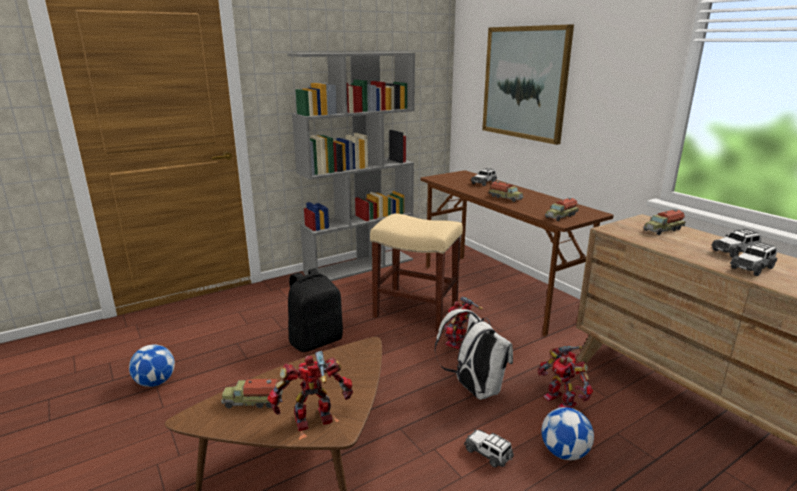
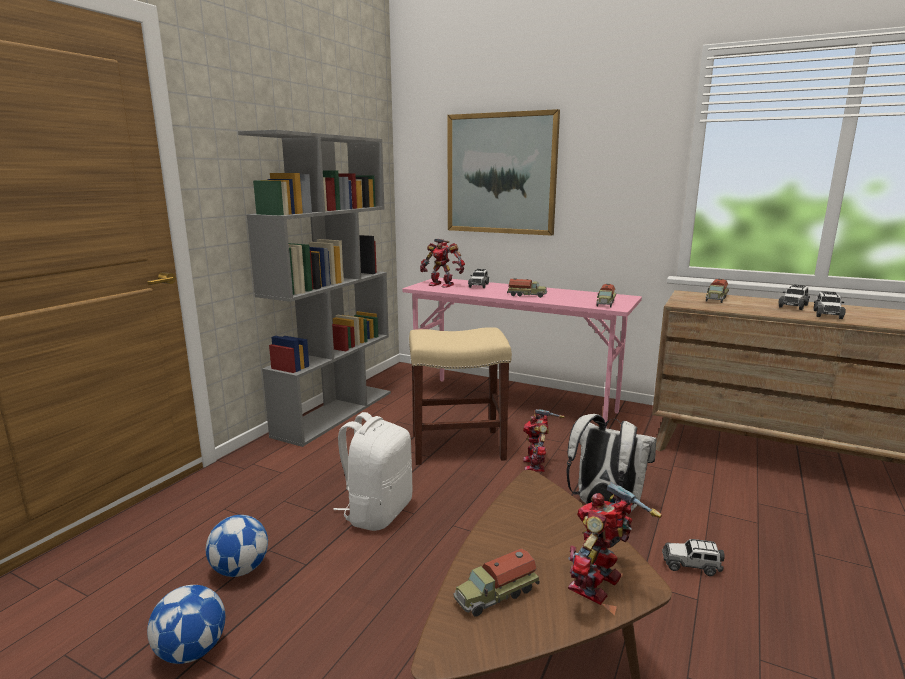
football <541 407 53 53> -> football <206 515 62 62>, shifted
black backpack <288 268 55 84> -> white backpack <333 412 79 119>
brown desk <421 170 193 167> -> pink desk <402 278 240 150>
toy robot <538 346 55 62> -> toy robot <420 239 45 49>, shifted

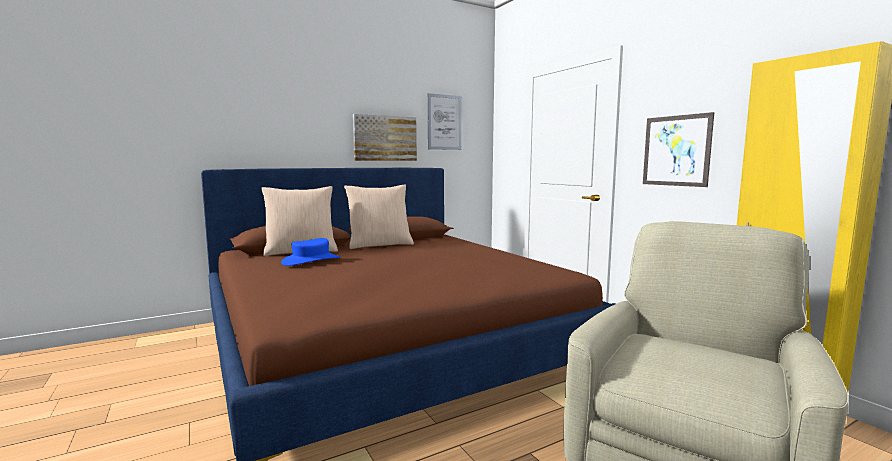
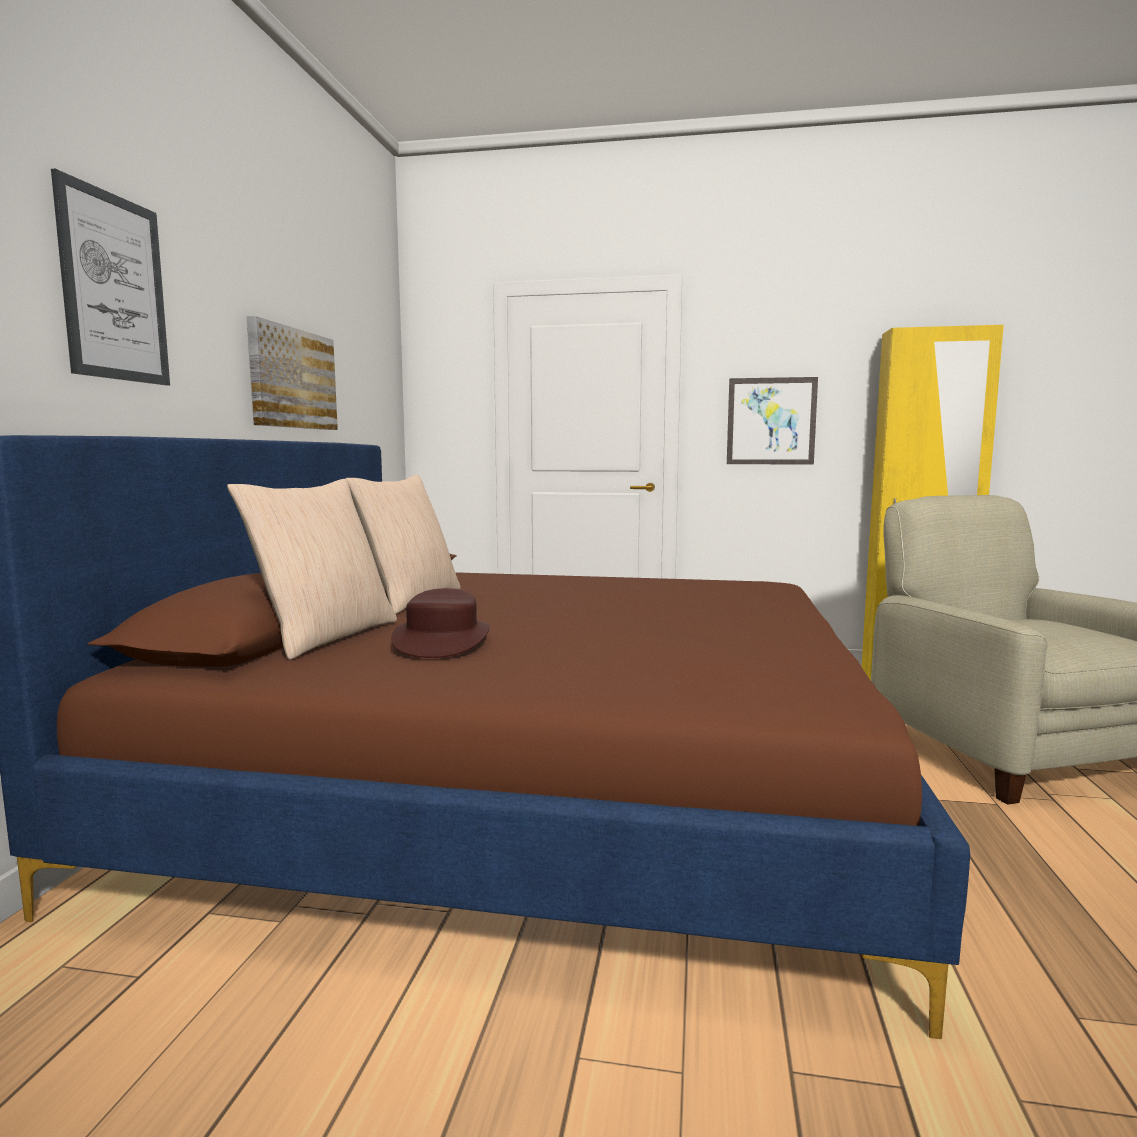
picture <428 93 34 57> -> picture <51 169 119 217>, shifted
blue hat <281 238 59 28> -> brown hat <391 588 99 70>

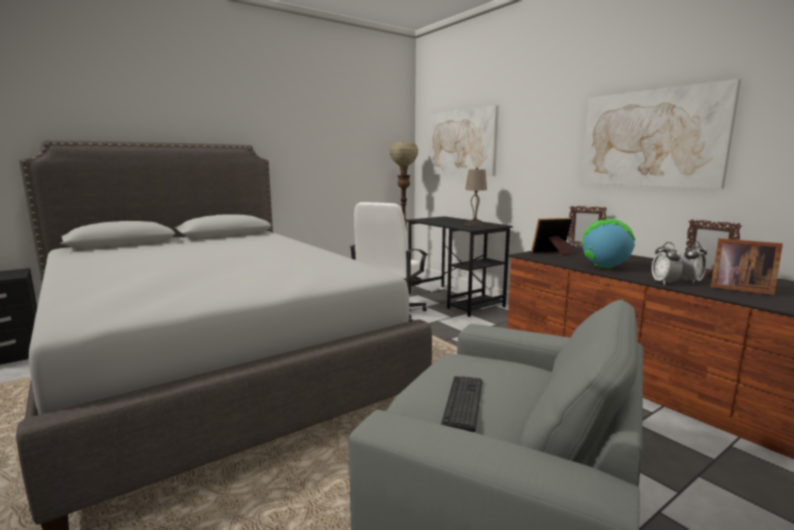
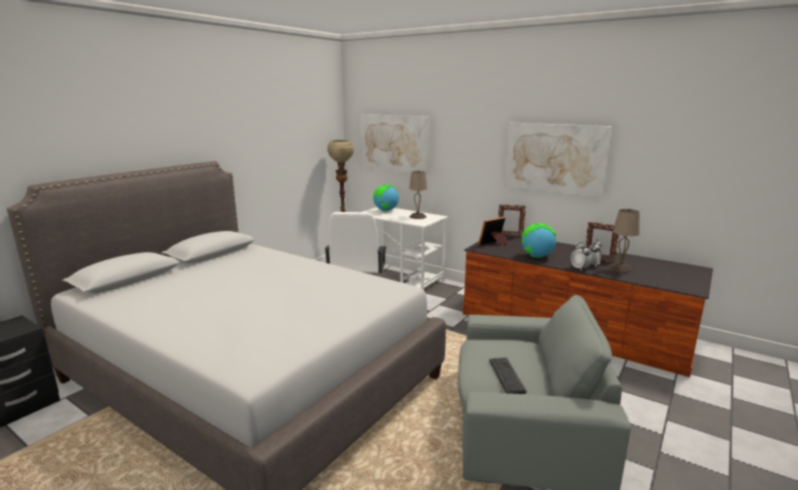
black desk <406 216 107 101> -> white desk <363 207 85 83>
none -> globe <373 185 26 26>
picture frame <711 238 72 57> -> beige table lamp <608 209 32 64>

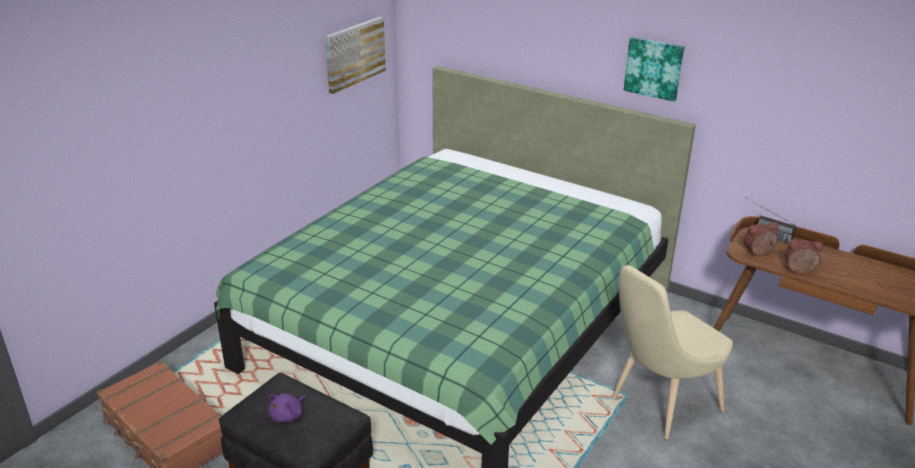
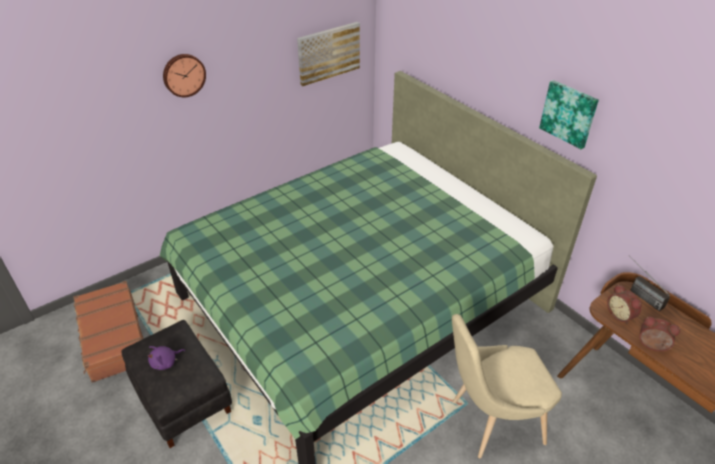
none -> wall clock <163 54 43 43>
alarm clock <743 222 35 34> -> alarm clock <607 284 35 40>, 120 degrees counterclockwise

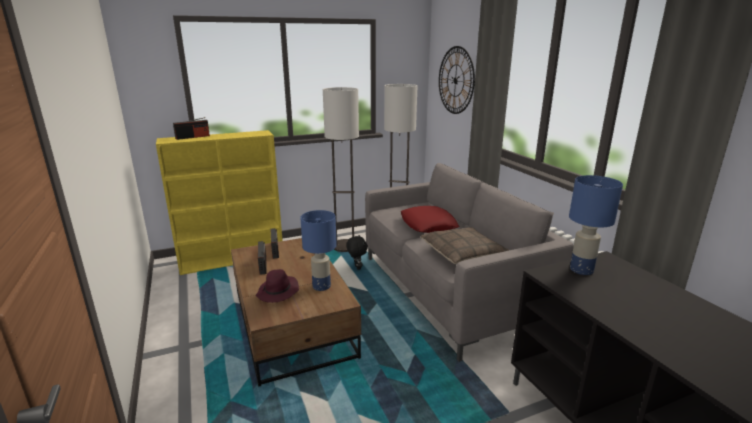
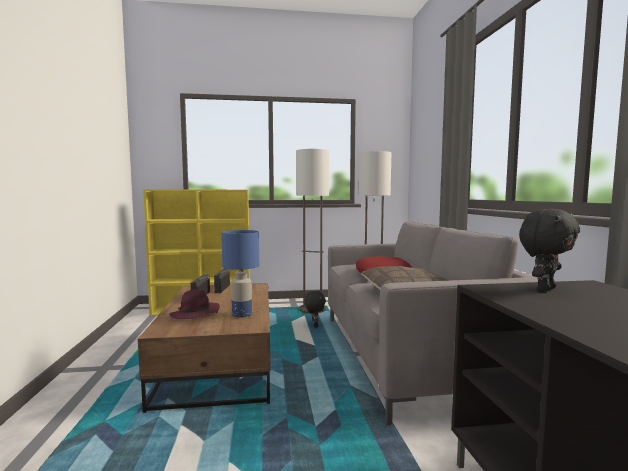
blue table lamp <569 175 54 100> -> black plush toy <519 209 61 83>
radio <173 117 37 23> -> none
wall clock <439 46 36 68> -> none

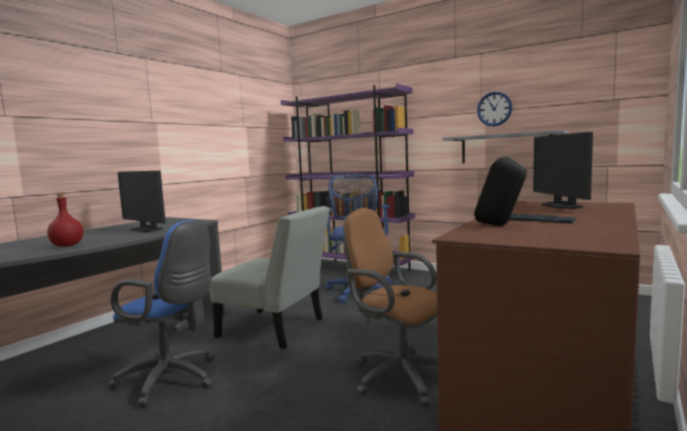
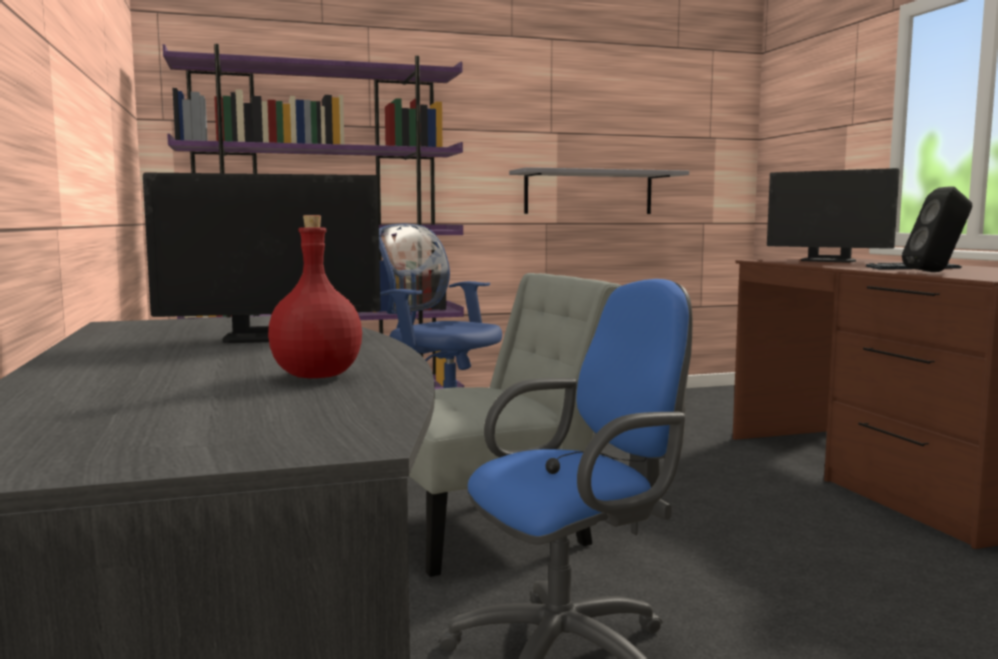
brown office chair <343 208 95 199> -> none
wall clock <477 92 35 34> -> none

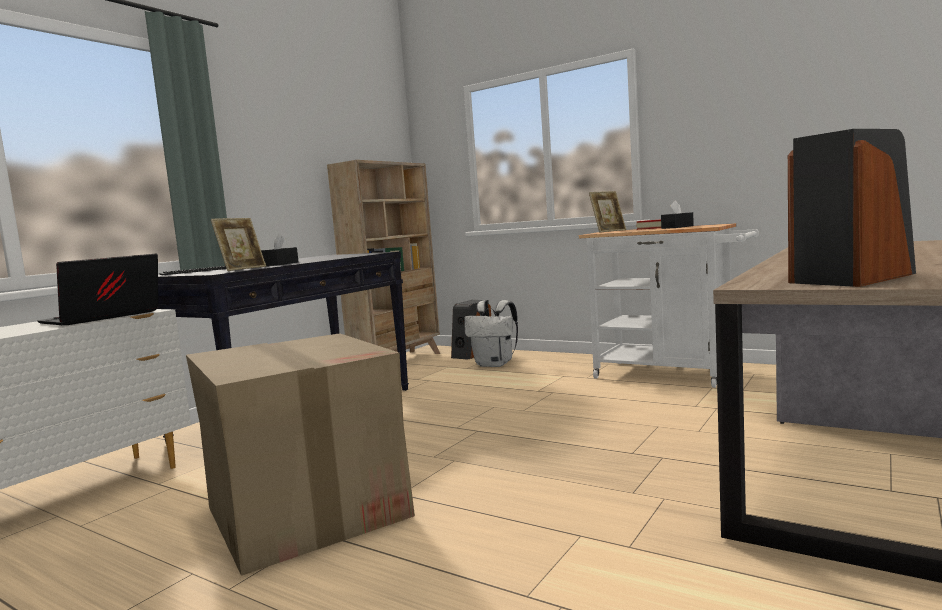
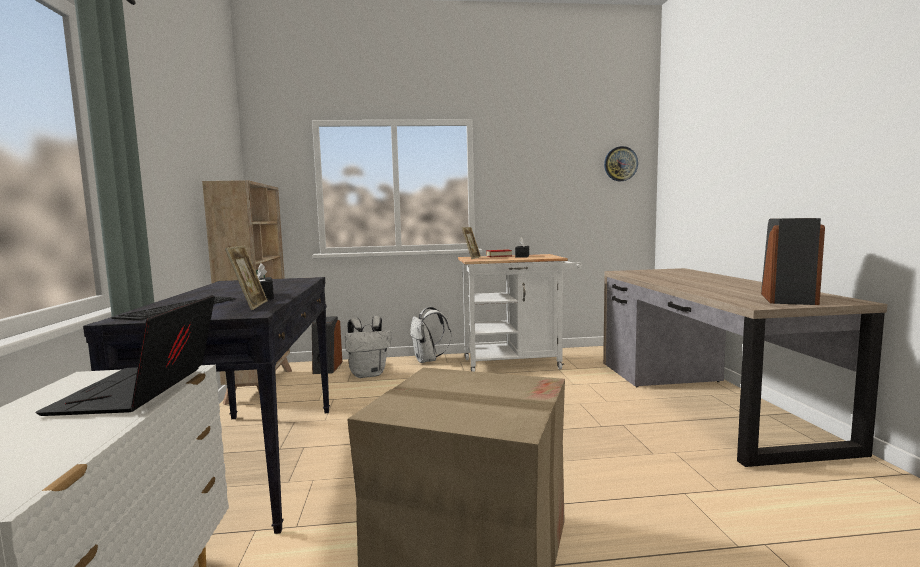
none -> white backpack <410 307 41 56>
none -> wall clock <604 146 34 35>

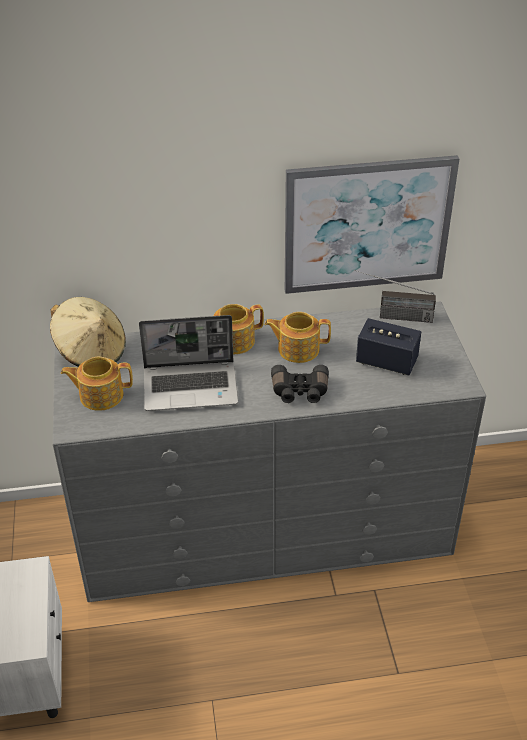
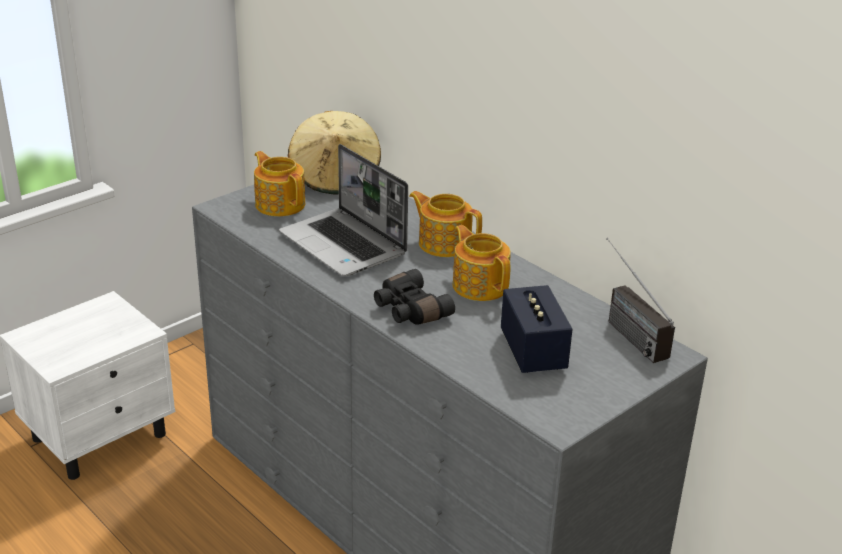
picture <285 155 175 139> -> none

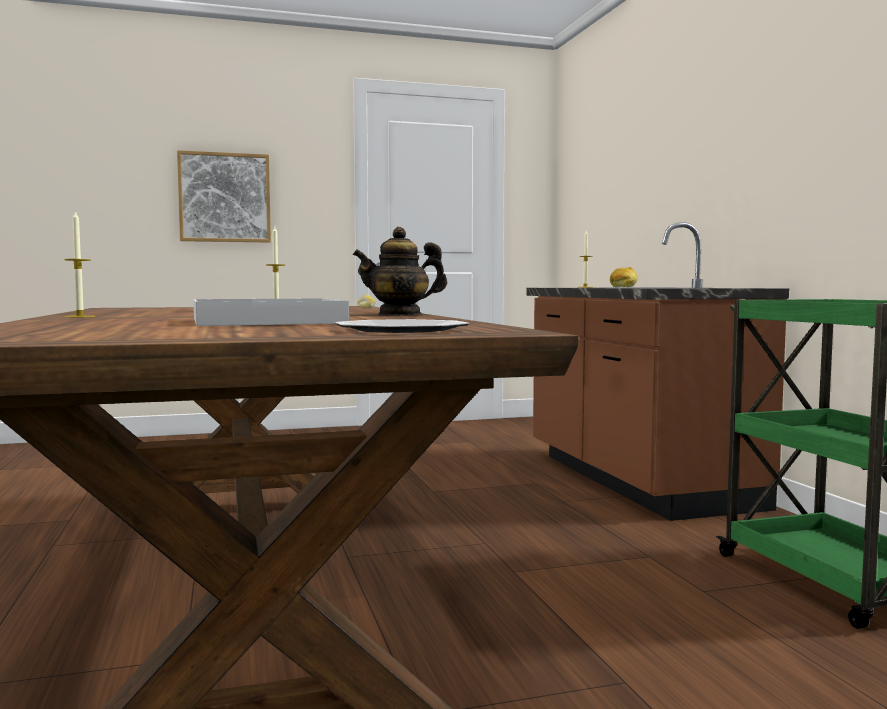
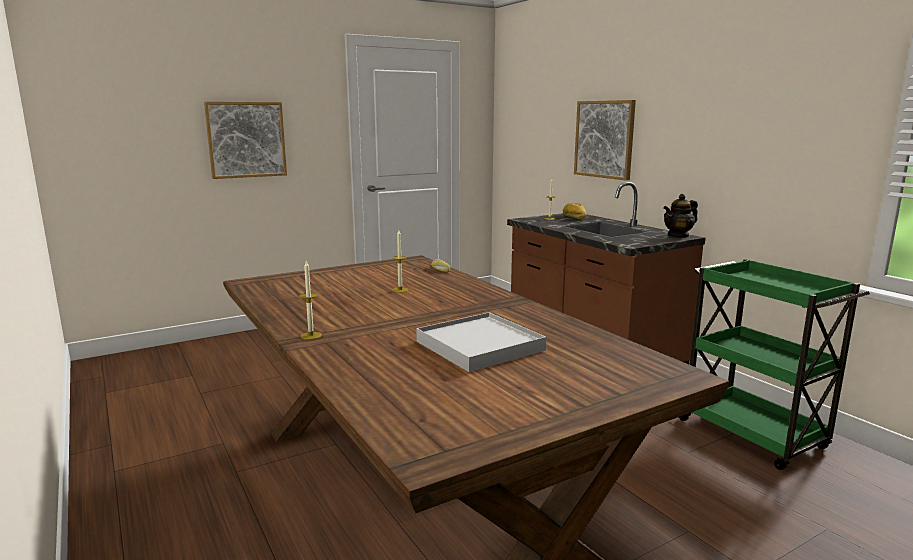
none -> picture <574 100 62 81>
teapot <353 227 94 88> -> teapot <663 194 35 44>, shifted
plate <335 319 134 14> -> none

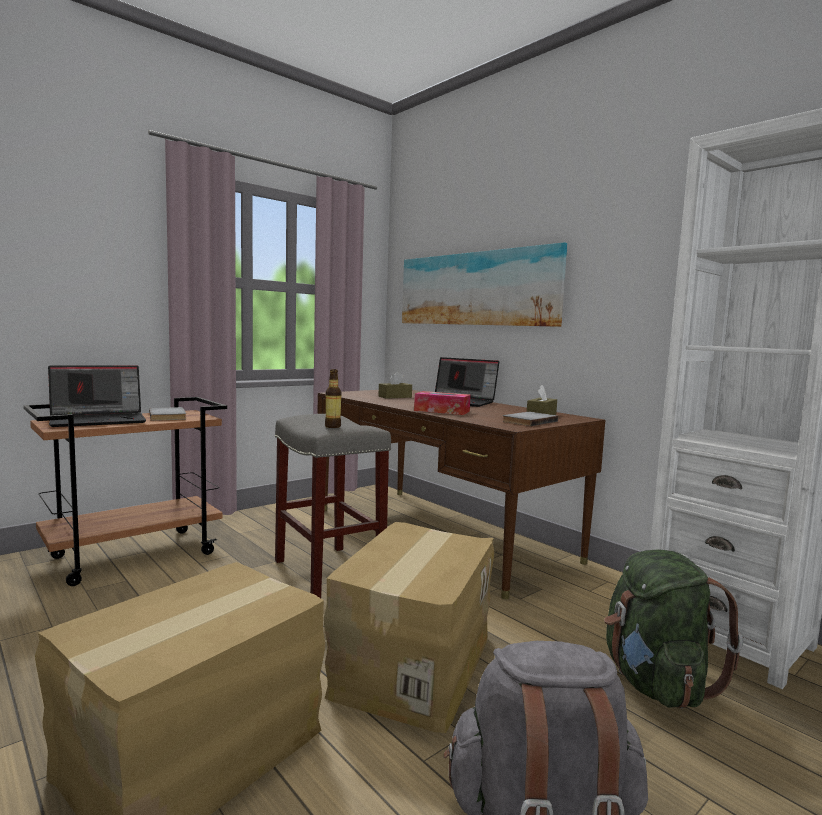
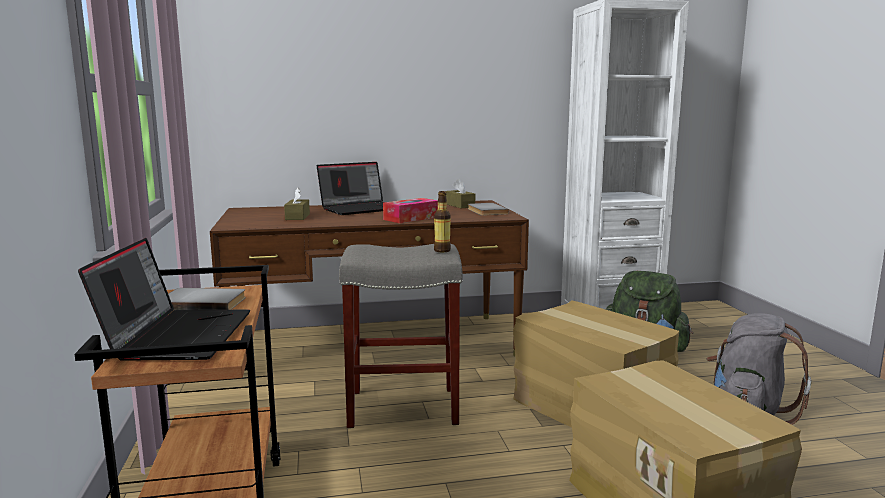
picture <402 242 165 85> -> none

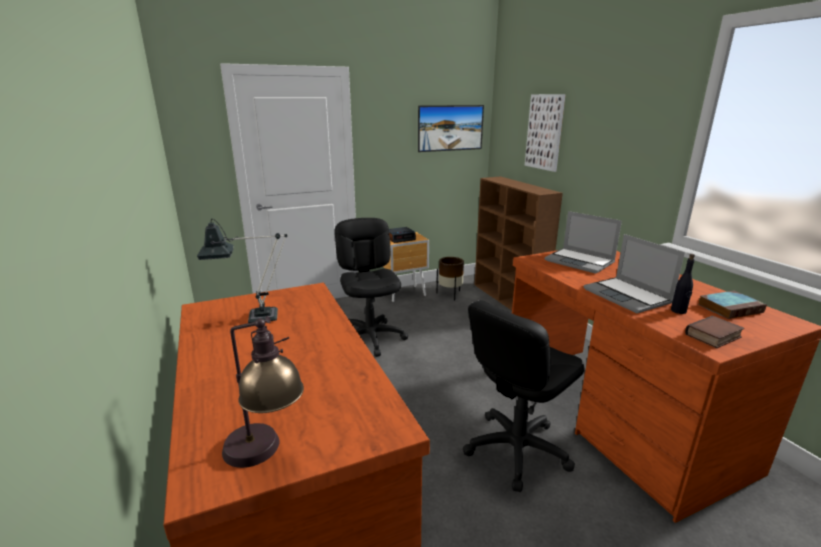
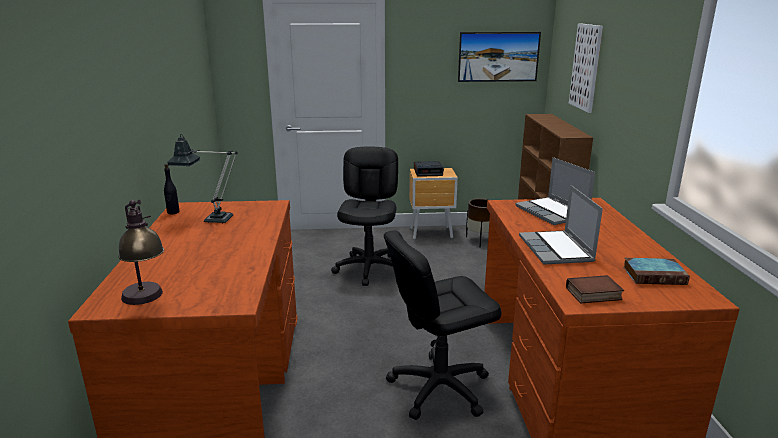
black bottle <671 254 24 60> -> black bottle <164 164 16 50>, shifted

